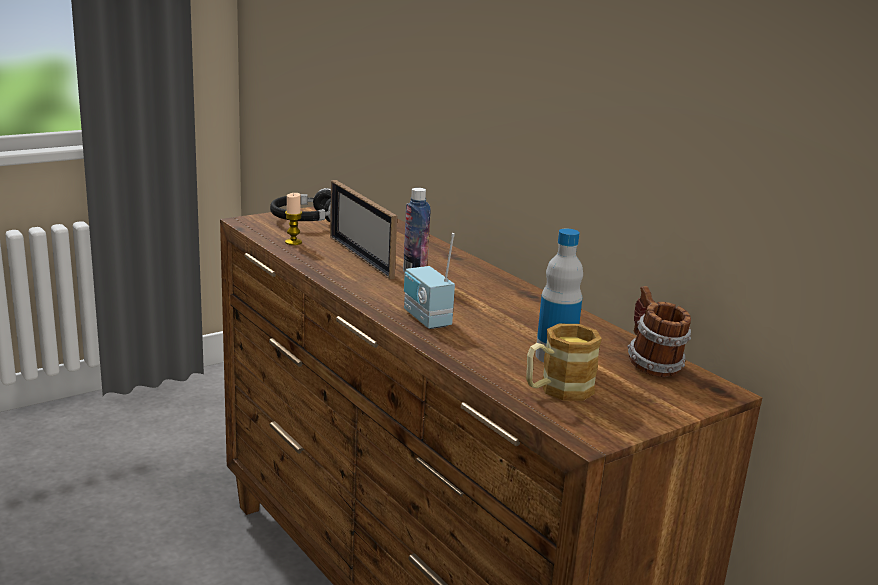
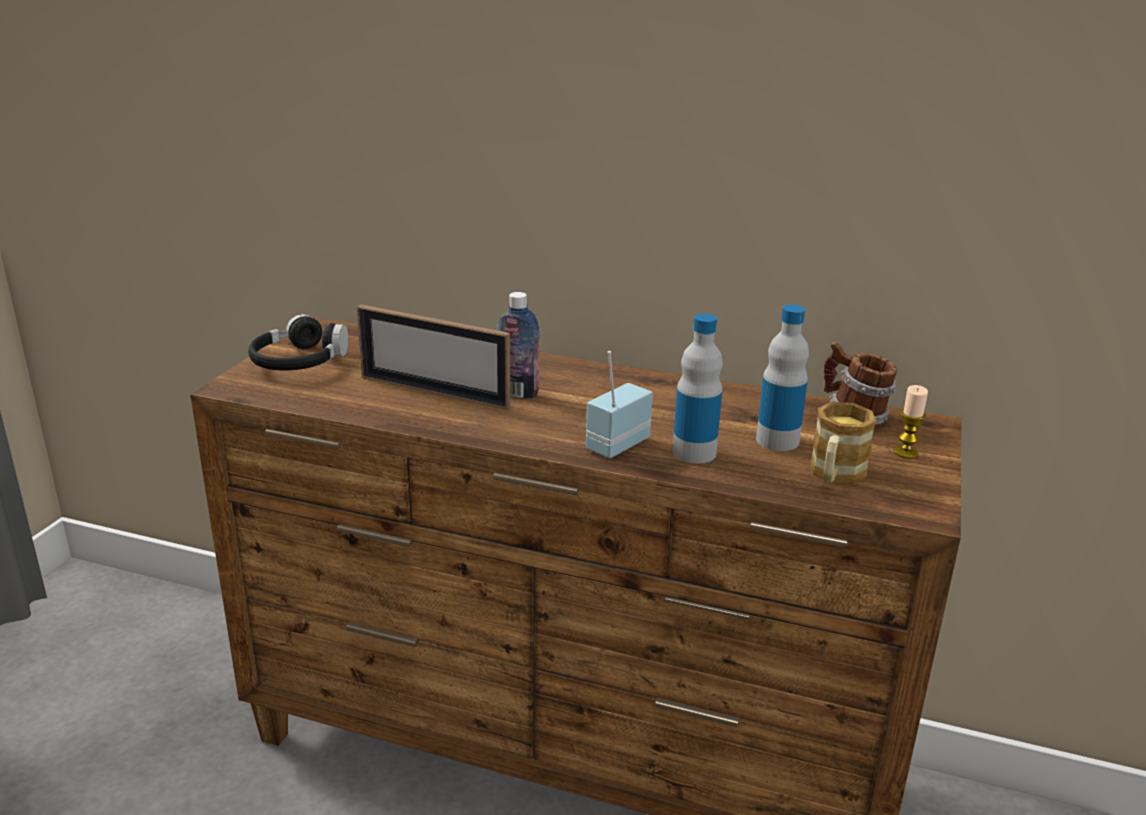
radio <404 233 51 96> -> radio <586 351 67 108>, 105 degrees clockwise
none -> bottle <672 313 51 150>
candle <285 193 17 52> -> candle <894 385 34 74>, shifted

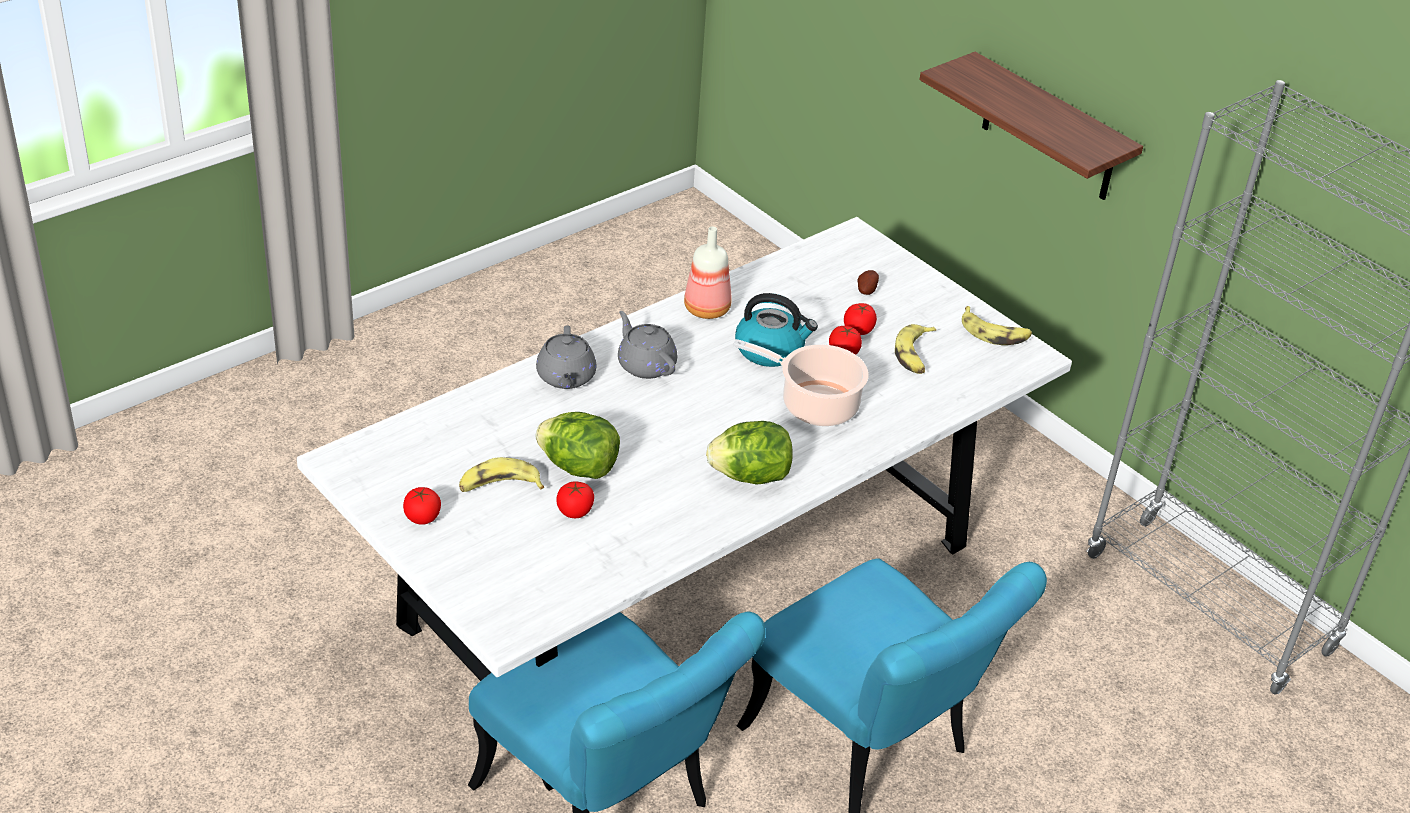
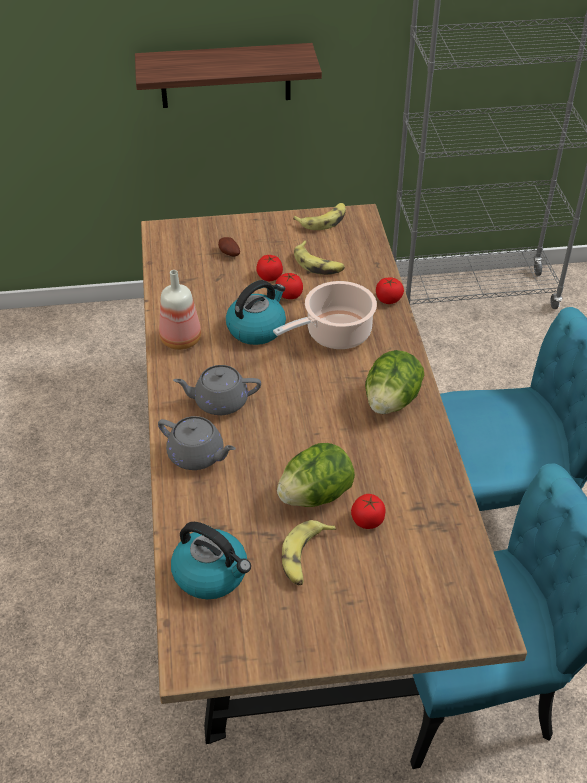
white dining table <297 217 775 574> -> brown dining table <141 204 386 540>
none -> kettle <171 522 80 77>
tomato <403 487 38 38> -> tomato <376 277 28 27>, shifted

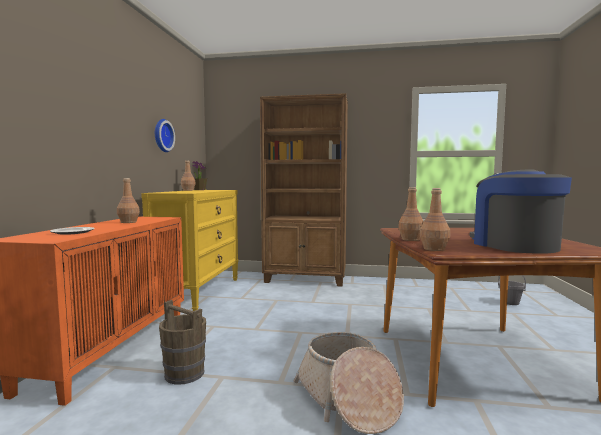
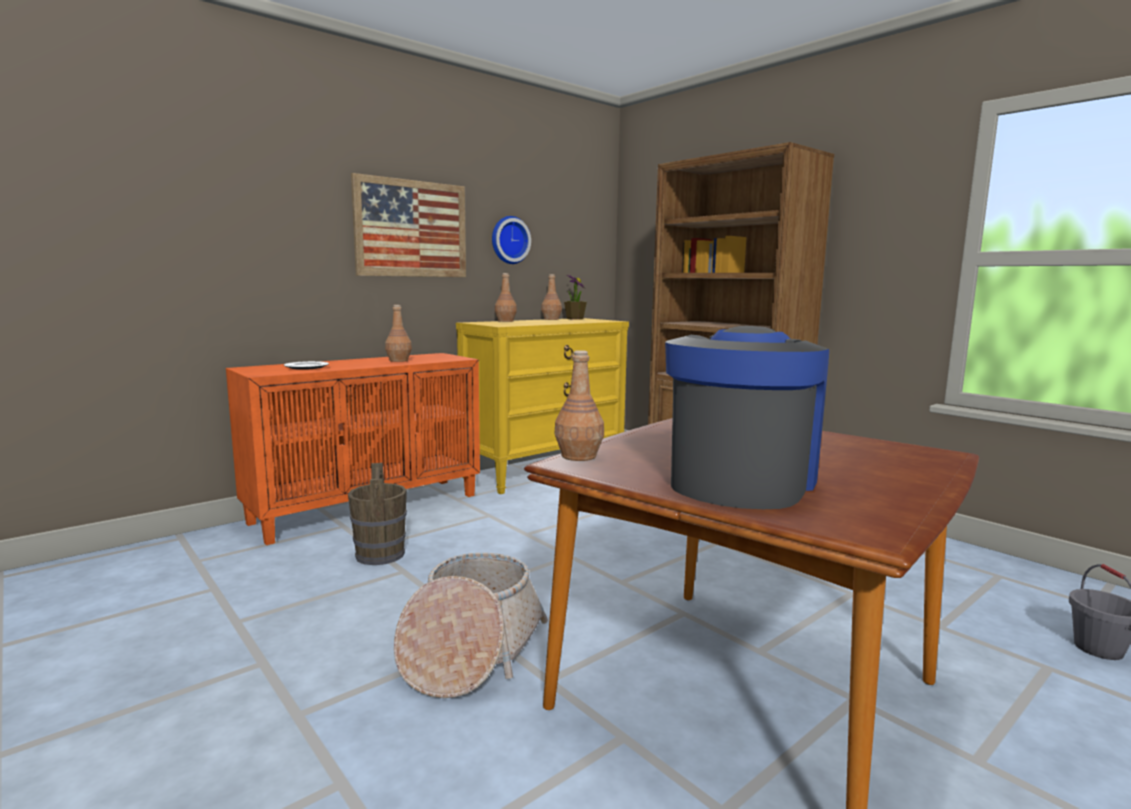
none -> picture <351 173 115 104>
brown bottle <398 187 26 54> -> brown bottle <495 273 22 49>, shifted

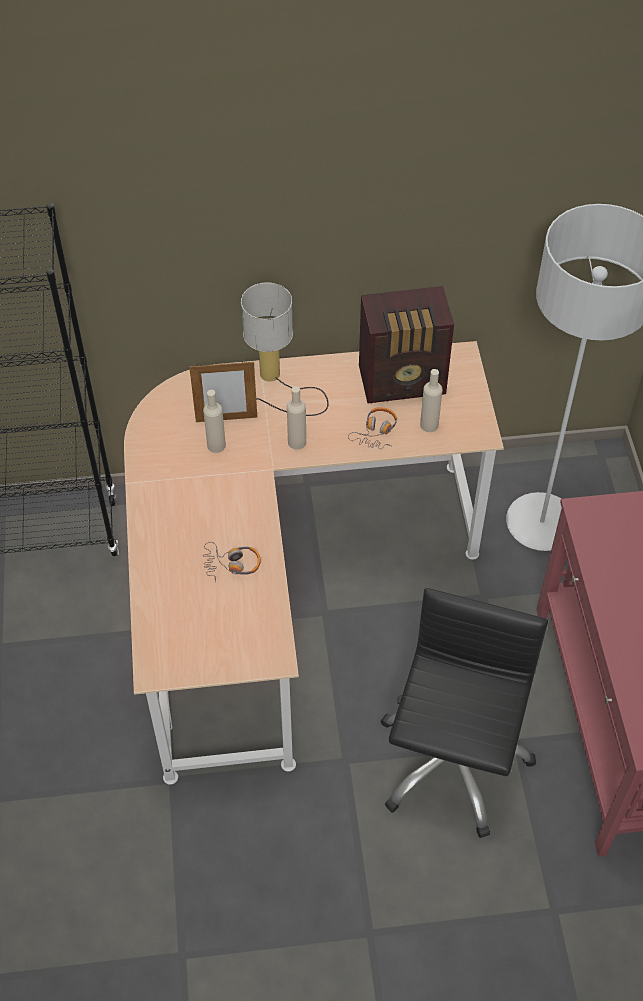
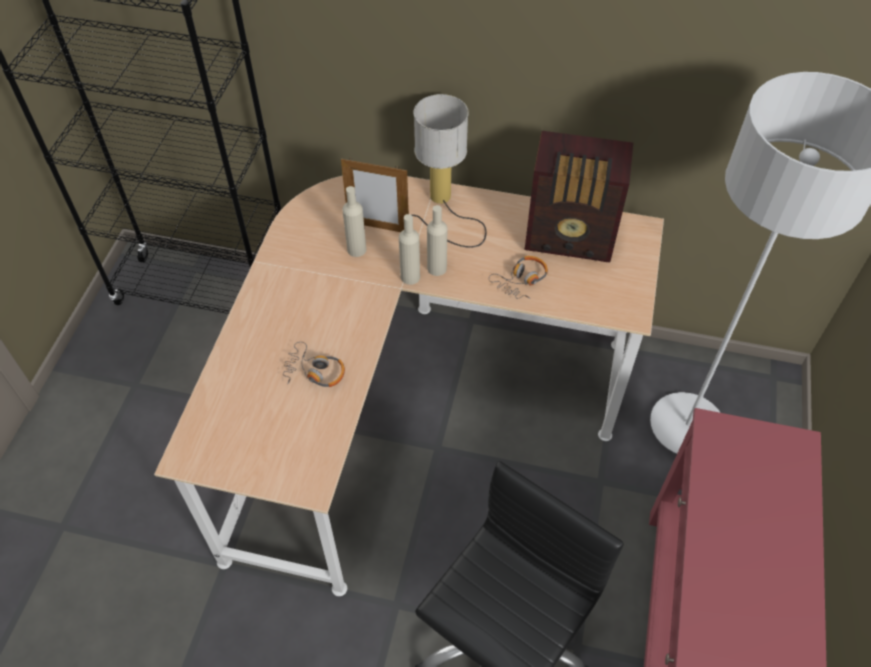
beige bottle <420 369 23 63> -> beige bottle <399 214 21 71>, shifted

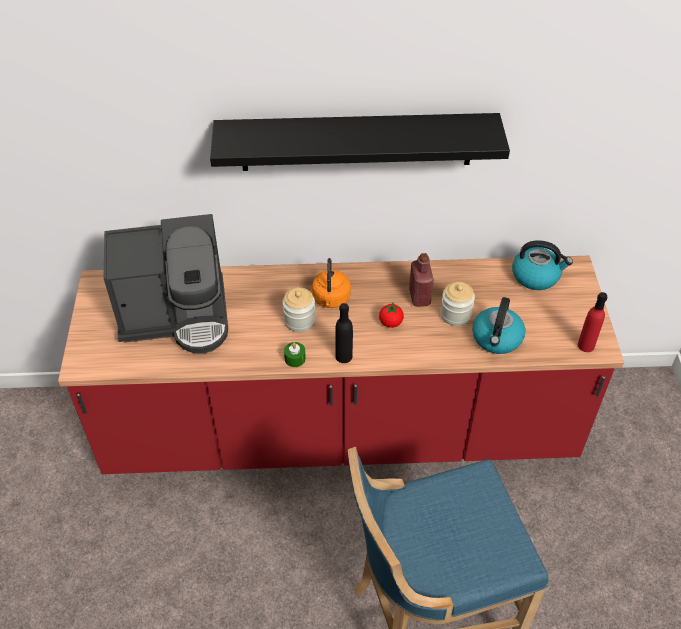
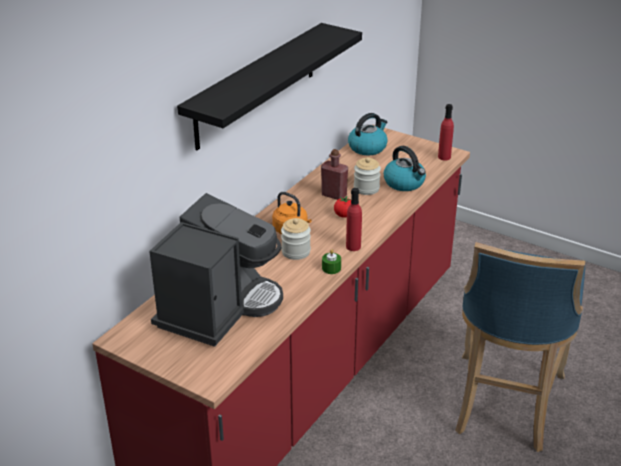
black bottle <335 303 18 60> -> red bottle <346 188 16 63>

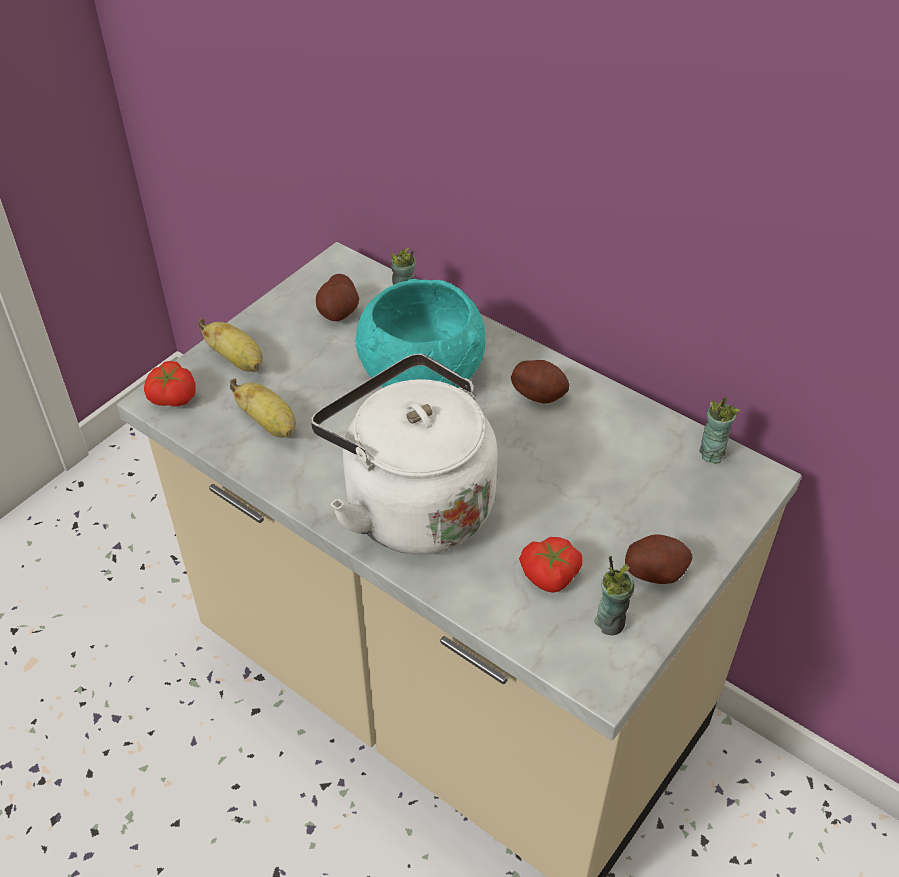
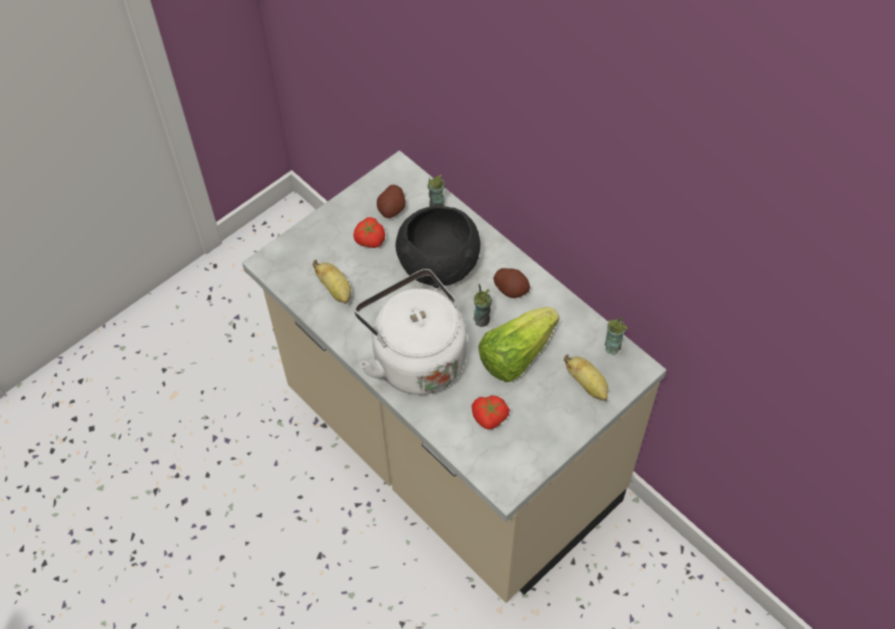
tomato <144 361 51 45> -> tomato <353 217 32 31>, shifted
turquoise bowl <355 279 131 109> -> black bowl <395 203 86 85>
cup <595 556 39 79> -> cup <473 284 19 43>, shifted
none -> lettuce <478 307 81 75>
banana <198 318 65 53> -> banana <564 354 44 47>, shifted
potato <625 534 68 50> -> none

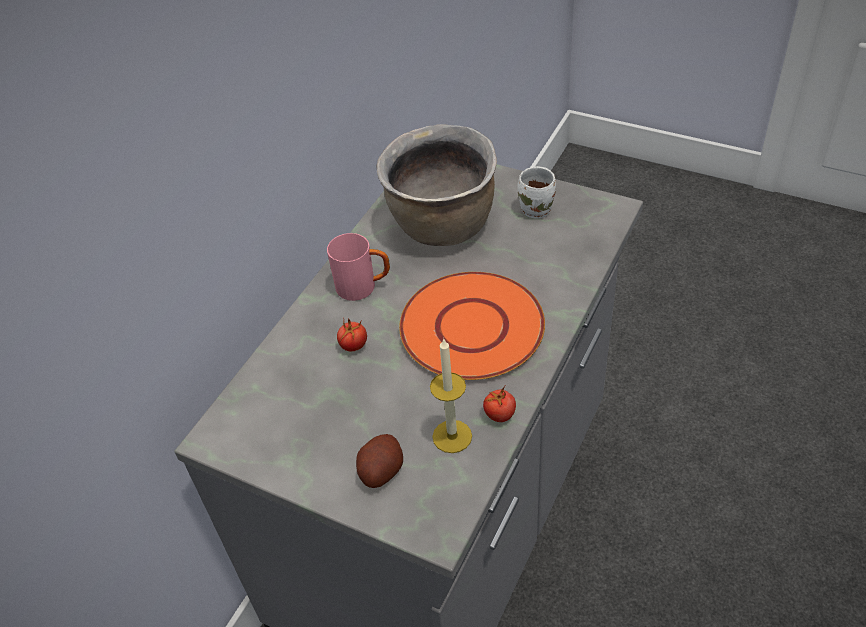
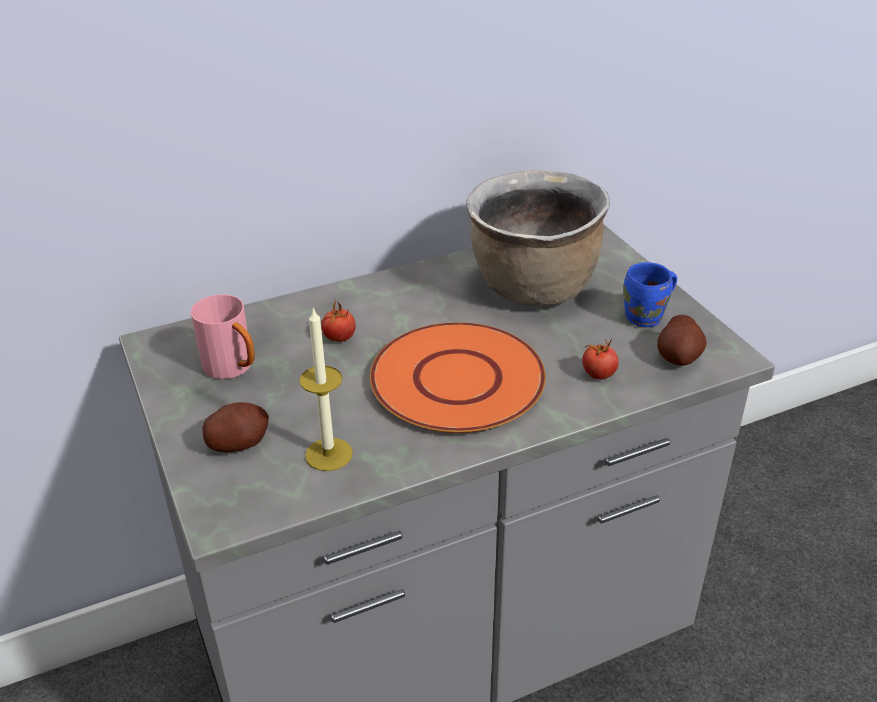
pink mug <327 233 63 68> -> pink mug <191 295 64 84>, shifted
tomato <483 386 33 36> -> tomato <582 339 37 41>, shifted
white mug <517 166 39 53> -> blue mug <623 262 54 65>
none -> potato <657 315 50 51>

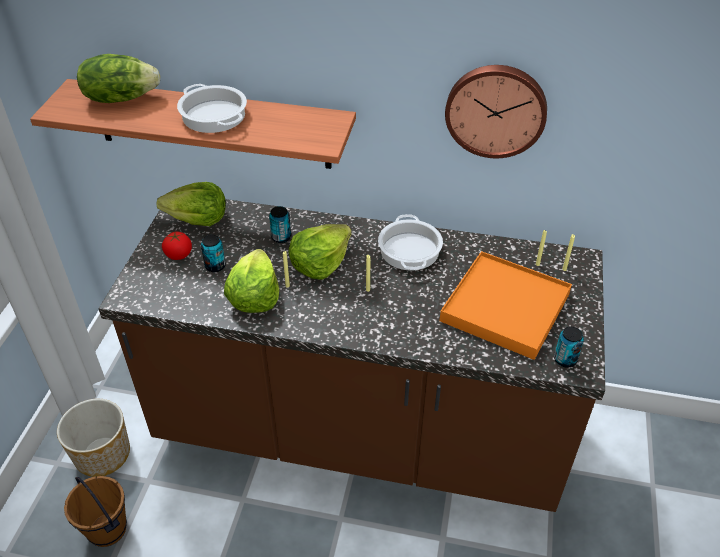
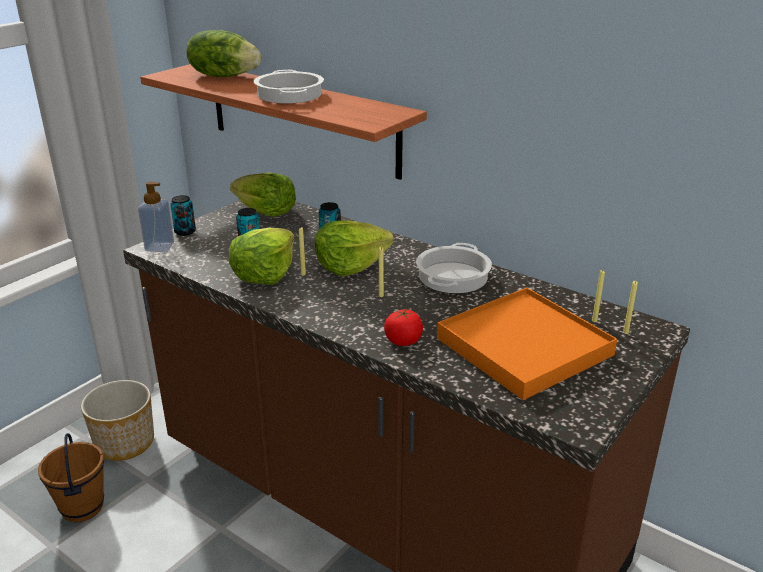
none -> soap dispenser <138 182 36 70>
can <554 326 30 41> -> can <170 195 26 41>, shifted
tomato <162 231 30 29> -> tomato <384 309 39 37>, shifted
wall clock <445 65 102 93> -> none

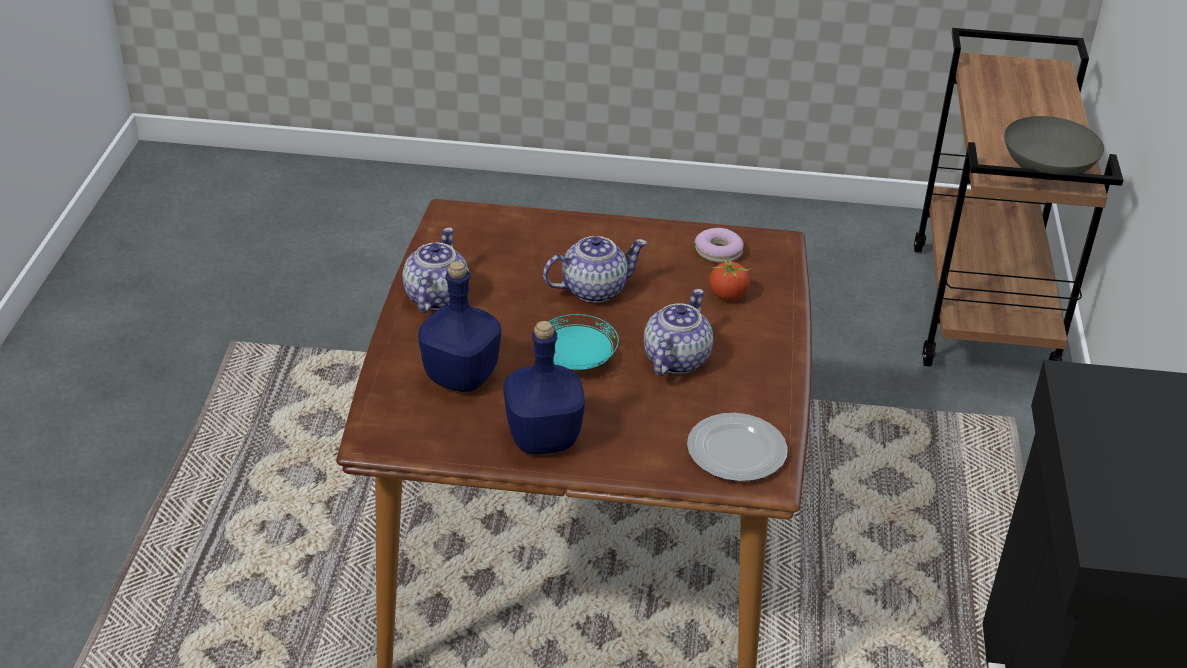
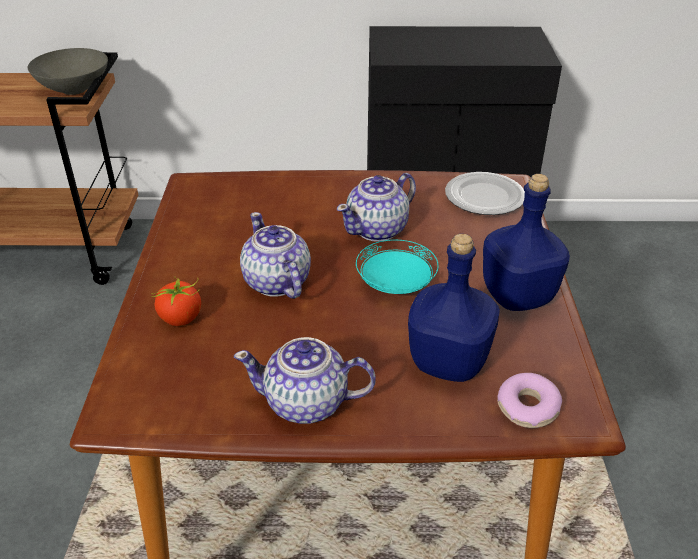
tomato <709 257 43 44> -> tomato <152 277 49 49>, shifted
teapot <644 289 69 87> -> teapot <337 173 79 69>, 60 degrees counterclockwise
donut <695 228 49 35> -> donut <497 373 65 55>, shifted

